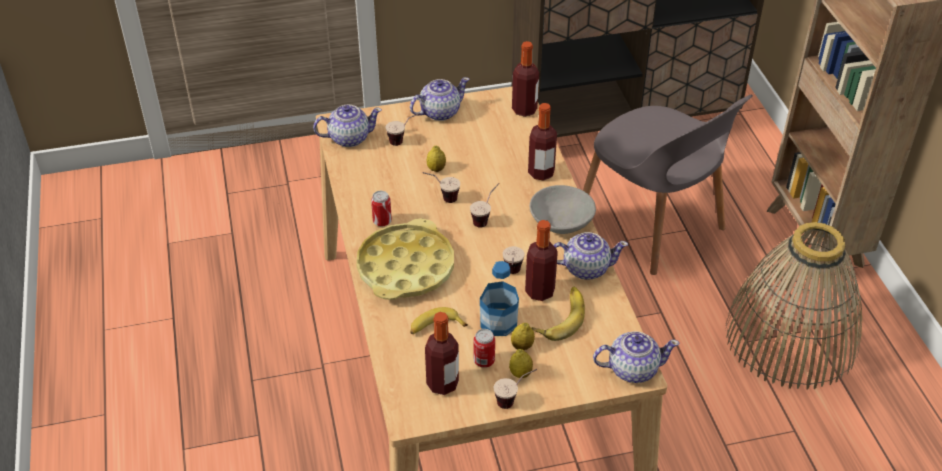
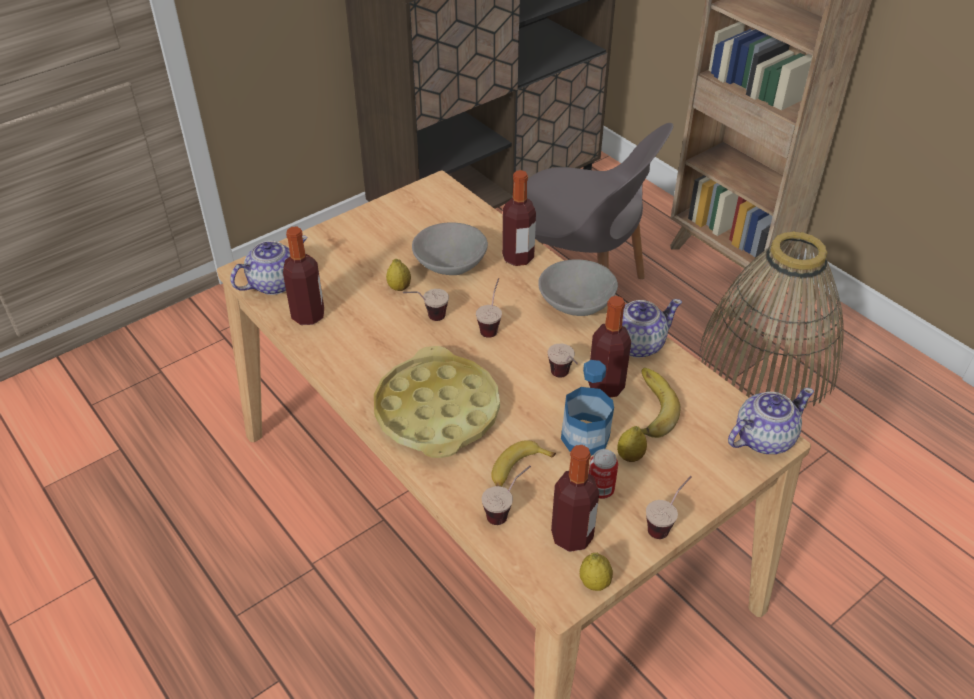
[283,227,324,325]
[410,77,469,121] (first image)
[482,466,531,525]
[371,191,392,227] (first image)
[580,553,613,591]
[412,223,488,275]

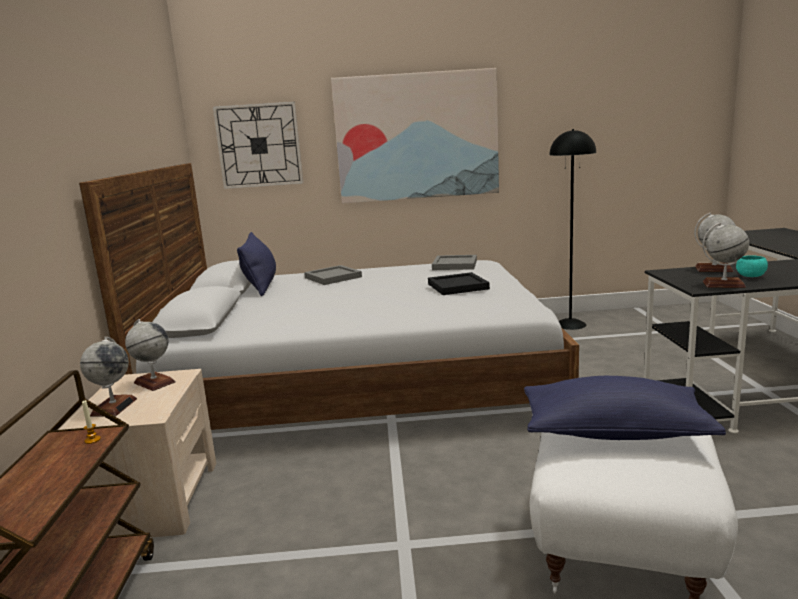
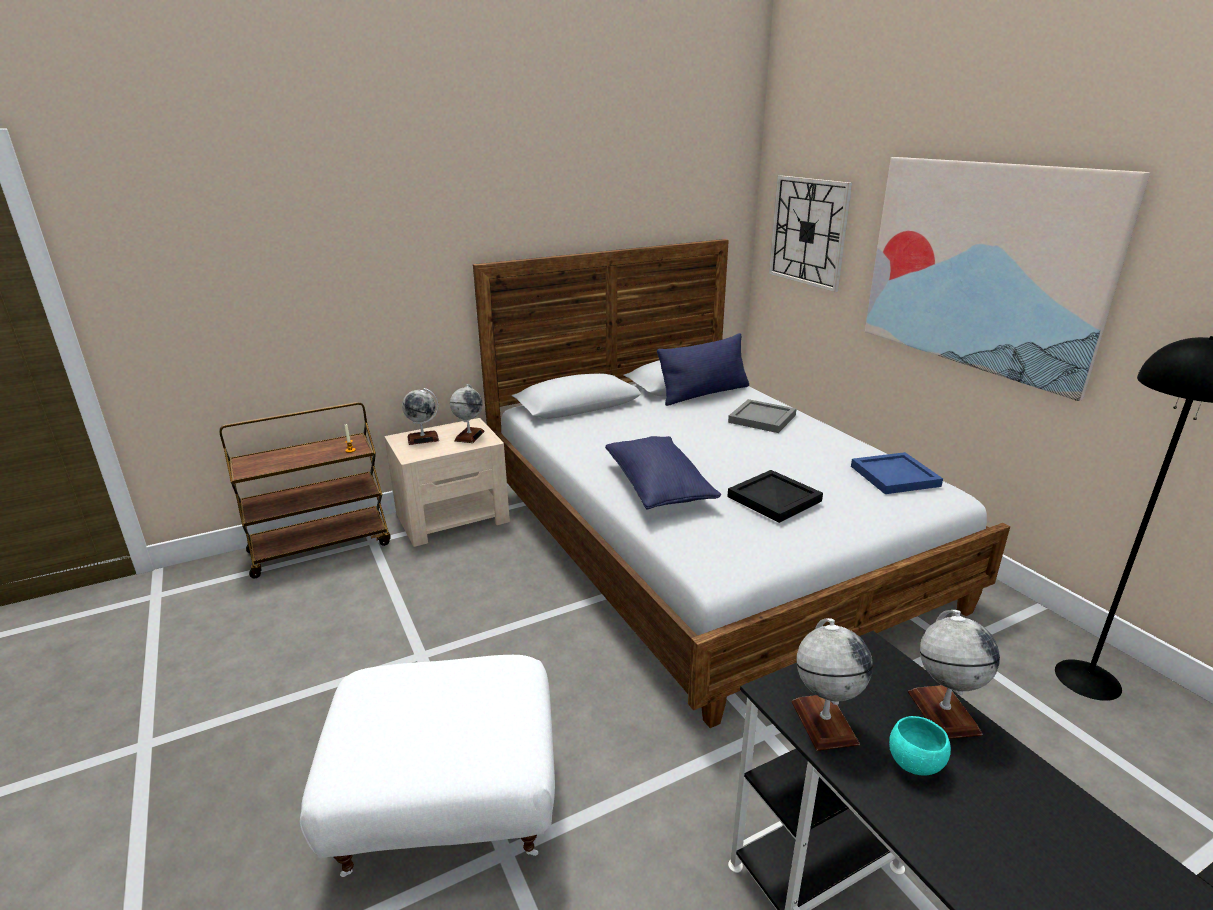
[851,452,943,494]
[605,436,721,510]

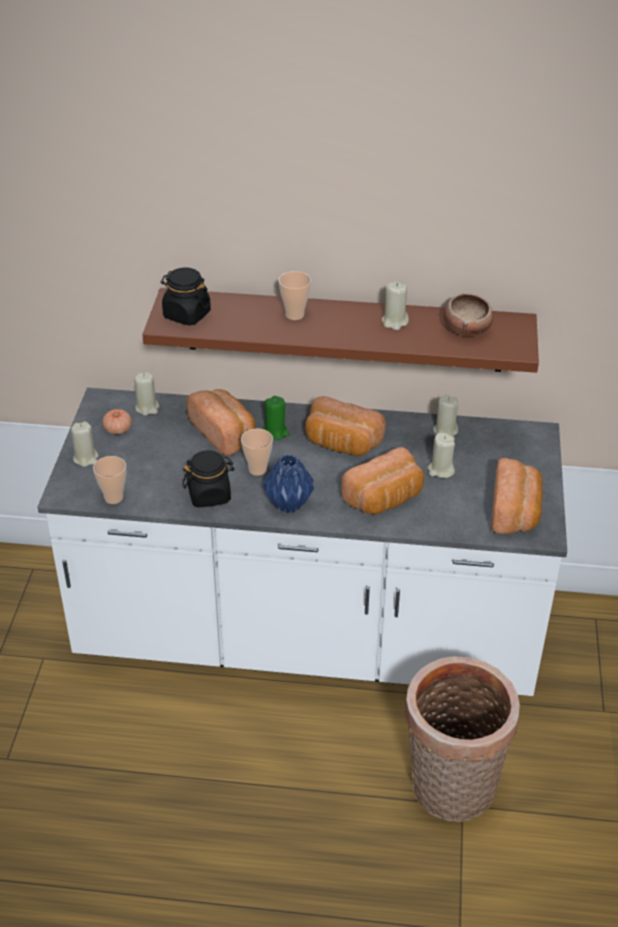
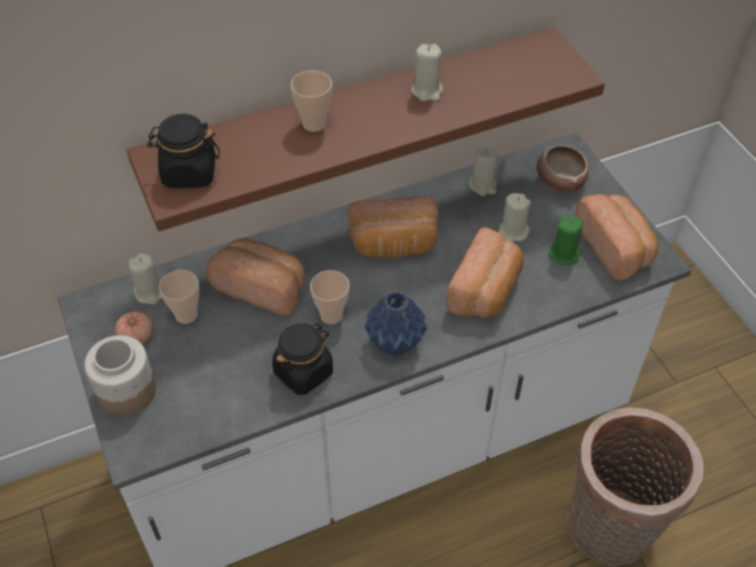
[537,145,589,192]
[548,216,583,265]
[84,335,156,416]
[159,270,199,324]

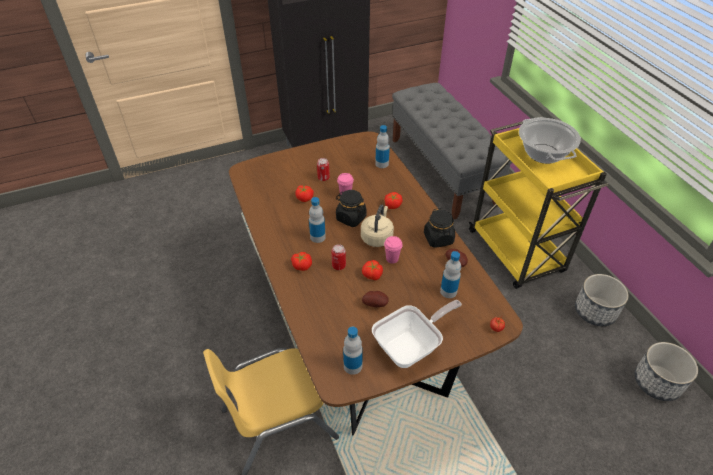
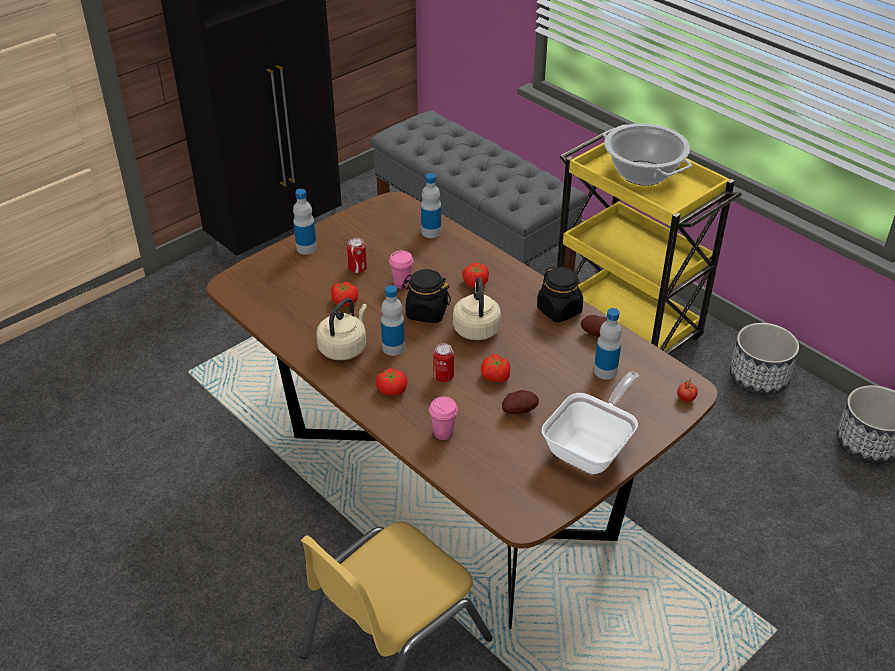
[429,396,458,440]
[293,189,317,255]
[316,298,367,360]

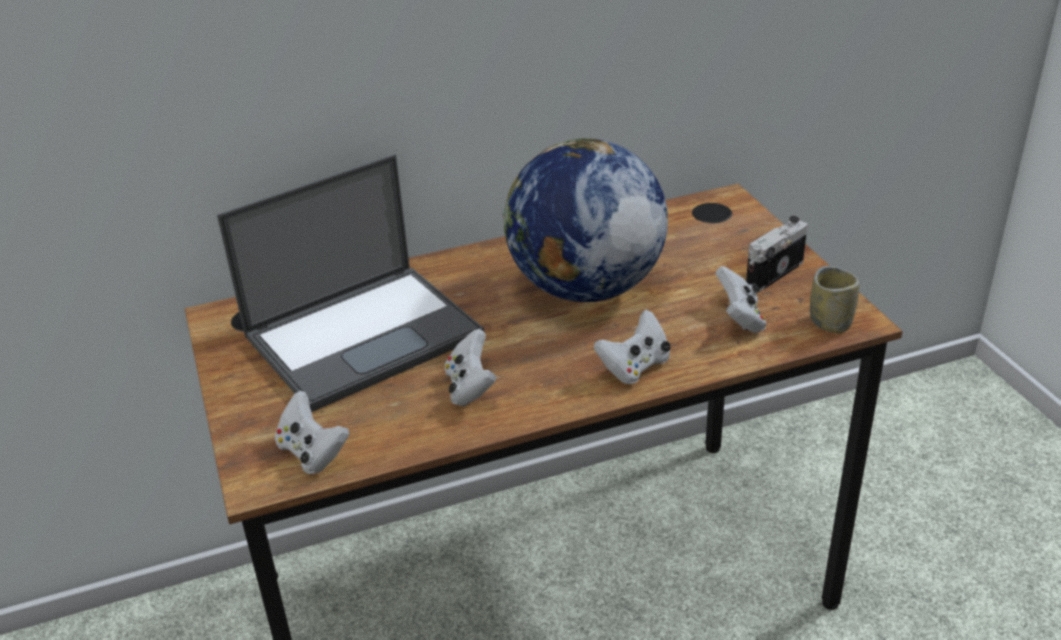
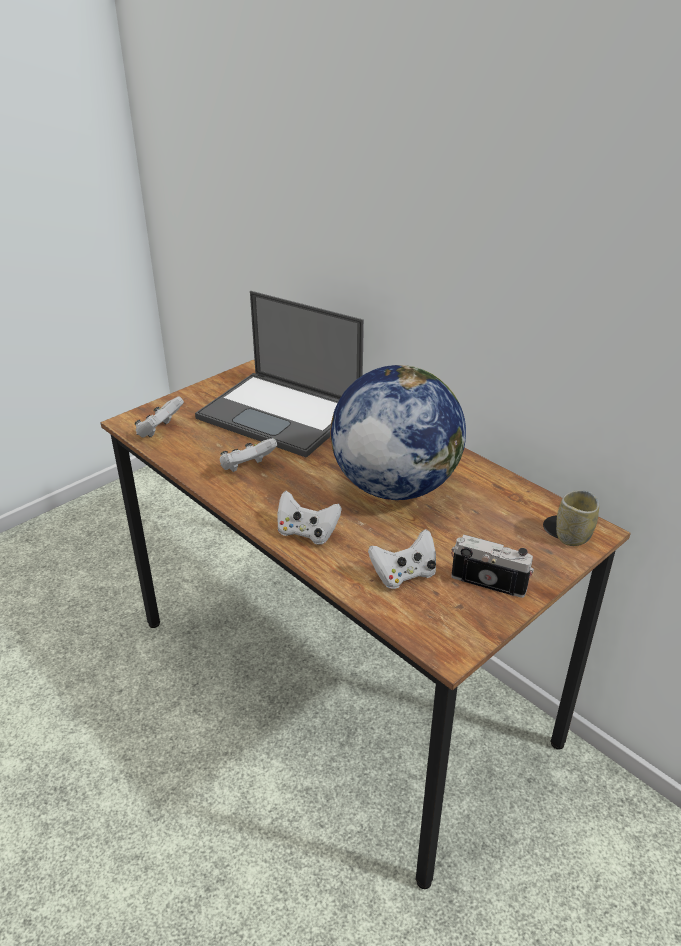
[556,490,599,546]

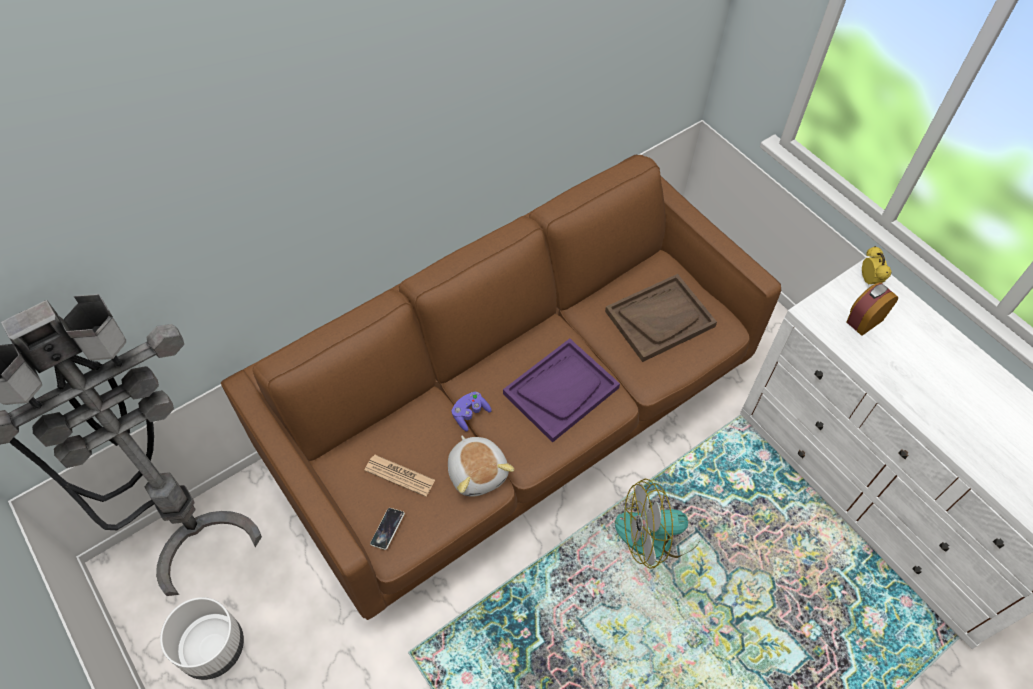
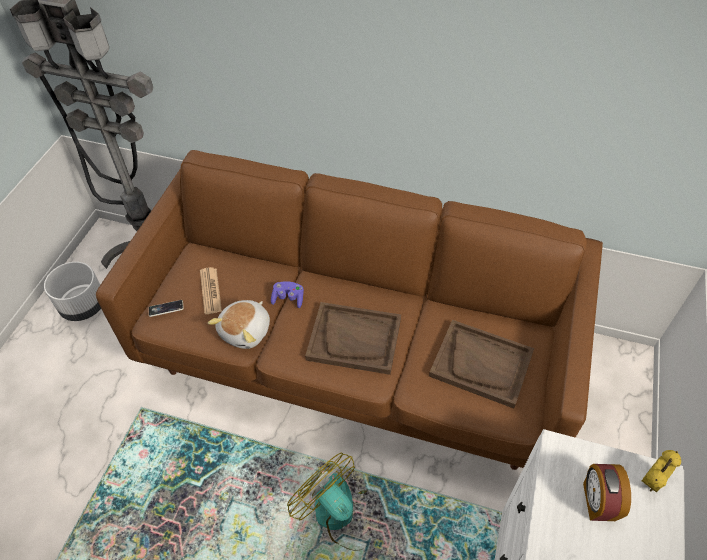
[583,464,631,521]
[305,302,401,375]

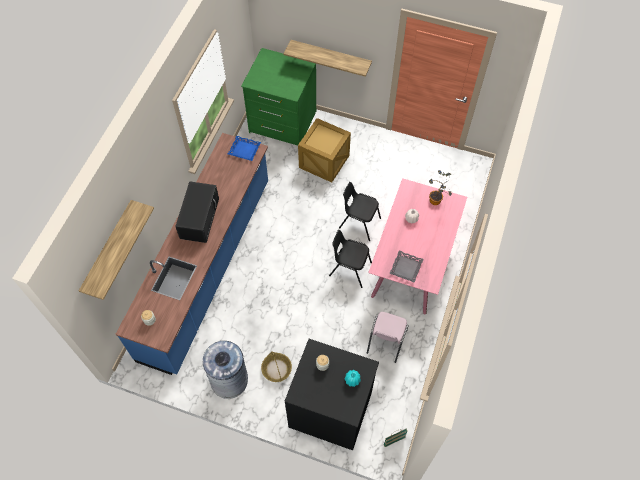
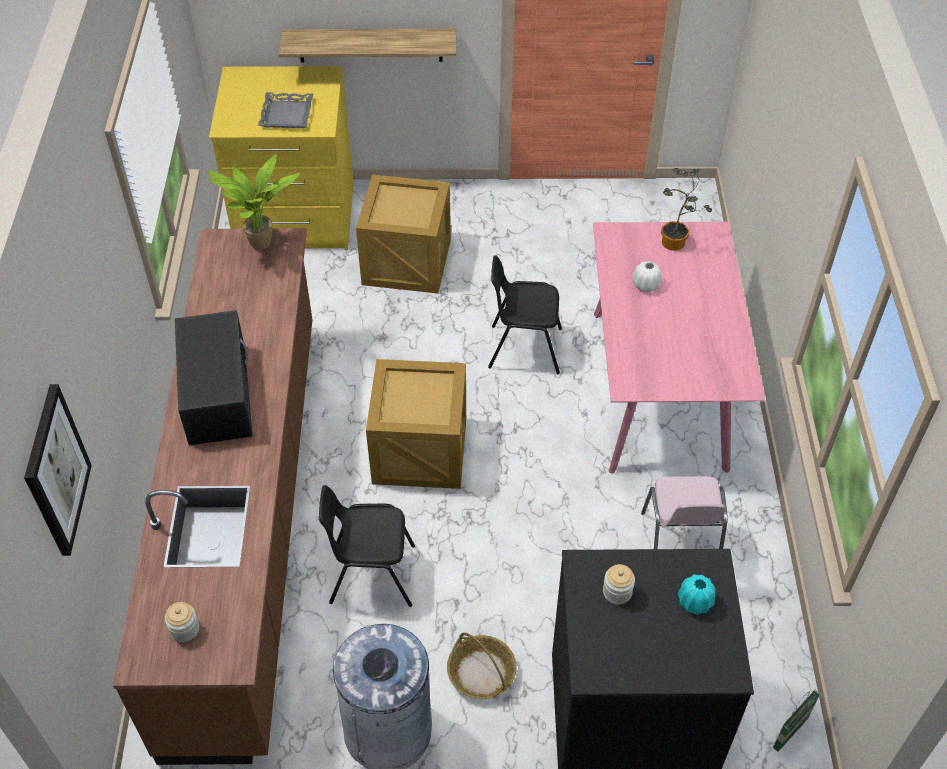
[209,66,354,251]
[113,228,312,765]
[207,153,300,250]
[24,384,92,556]
[319,485,415,607]
[258,92,313,128]
[366,359,466,489]

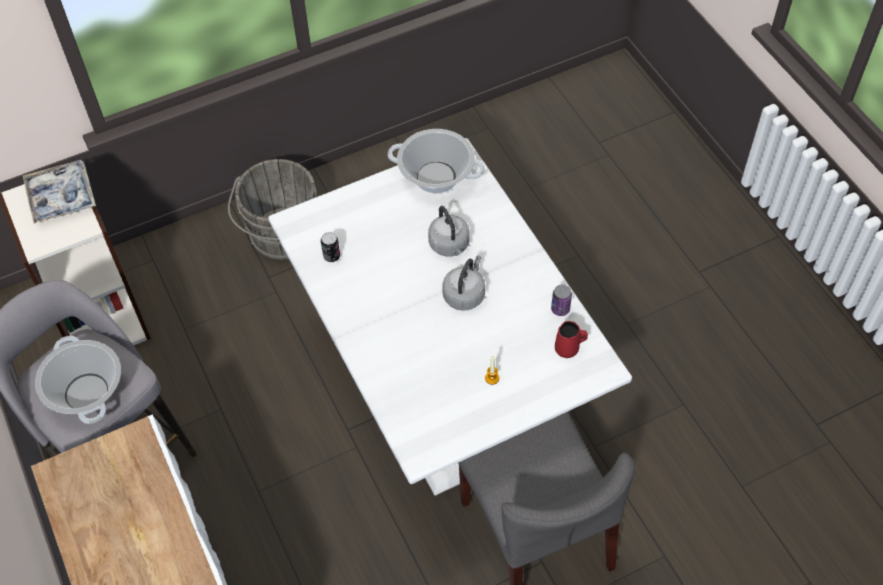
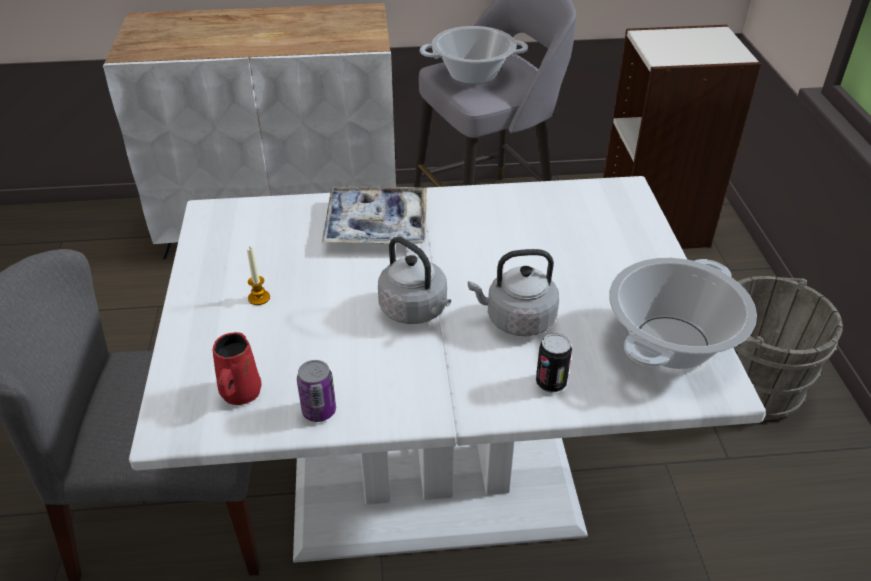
[322,186,427,244]
[536,333,572,392]

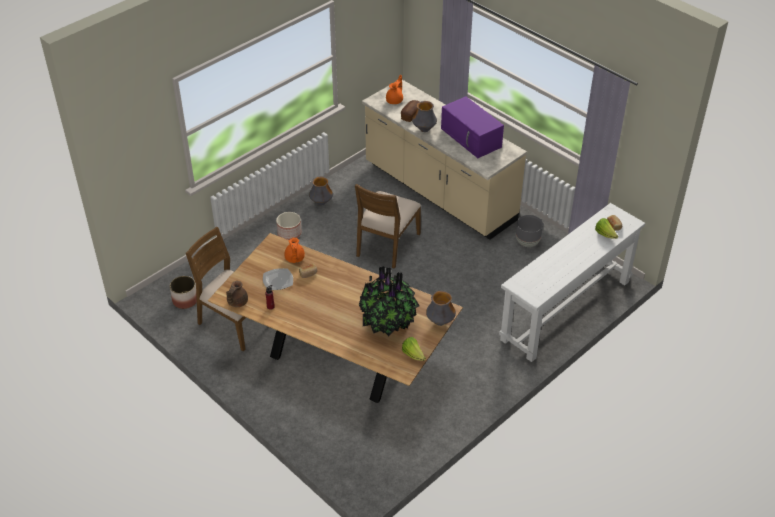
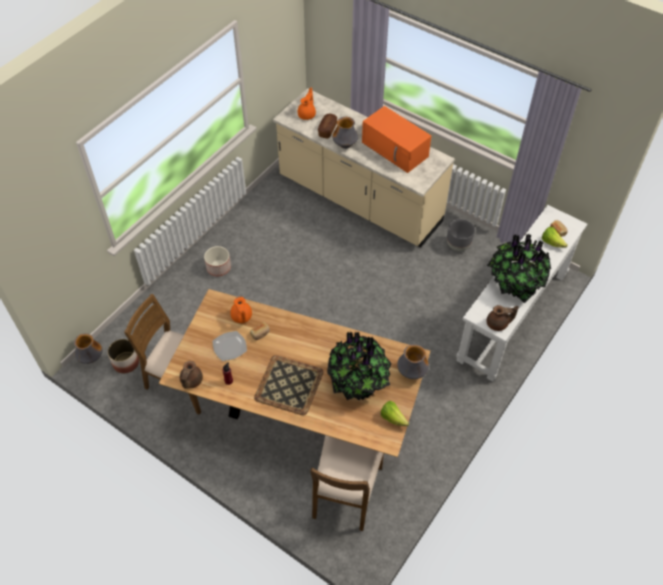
[362,106,431,173]
[74,333,103,364]
[310,435,384,531]
[487,234,551,303]
[486,305,519,331]
[254,355,323,415]

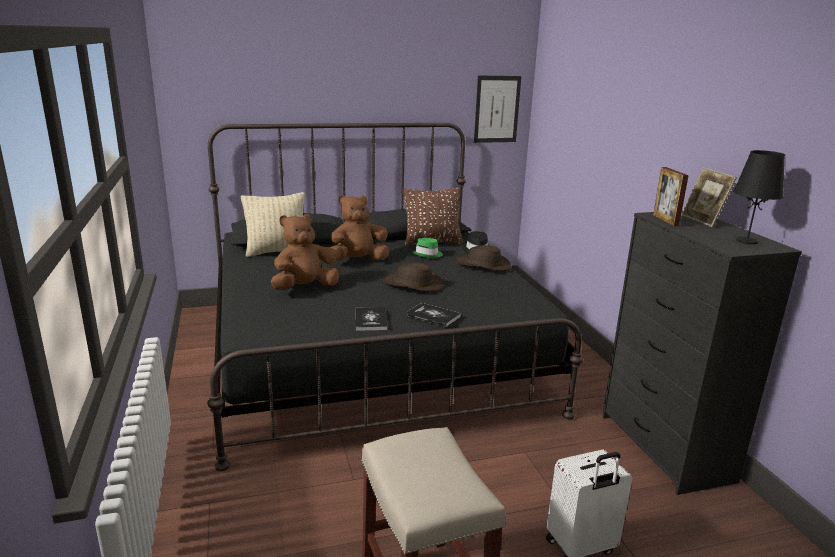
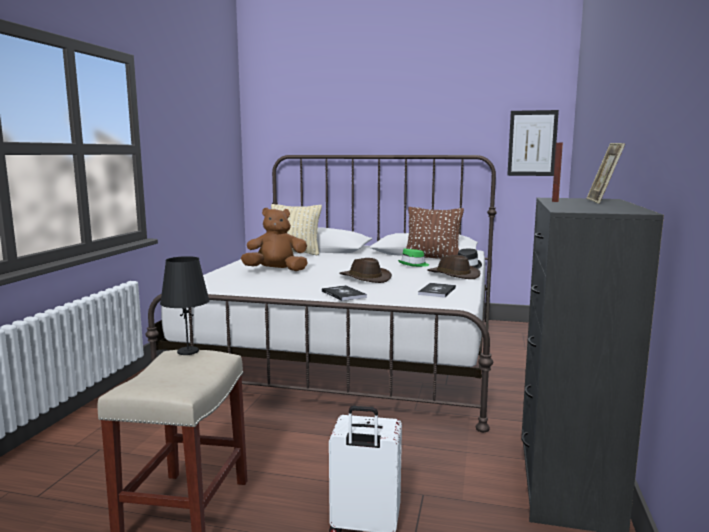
[145,155,497,432]
[160,256,210,355]
[330,195,390,260] (first image)
[418,283,456,298]

